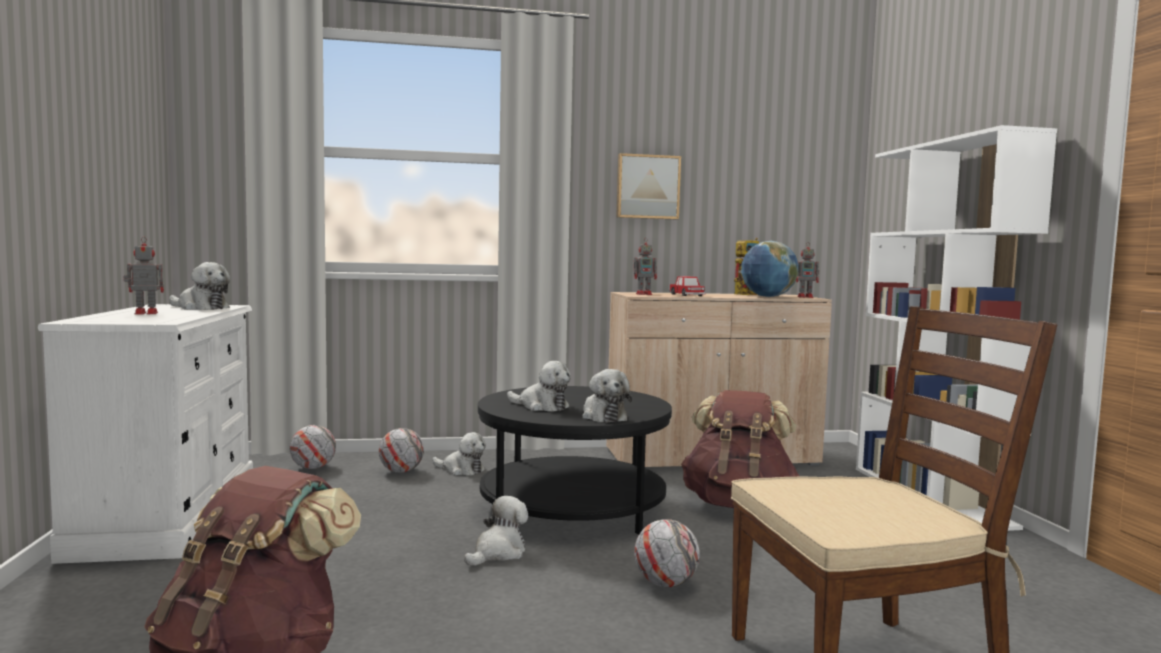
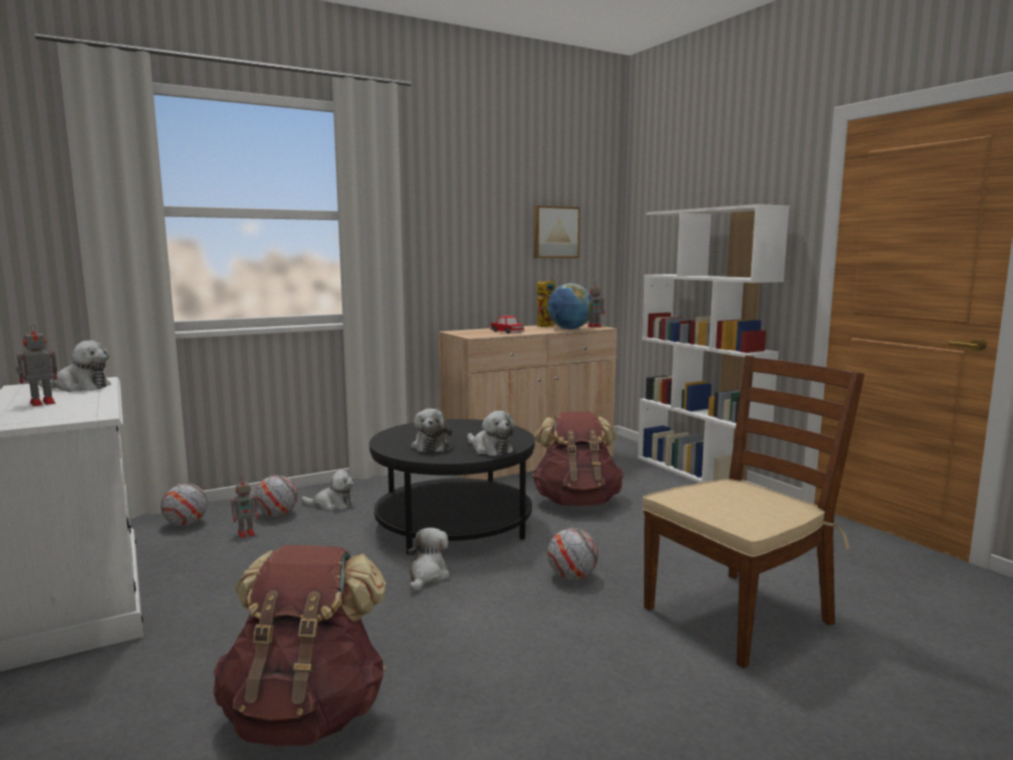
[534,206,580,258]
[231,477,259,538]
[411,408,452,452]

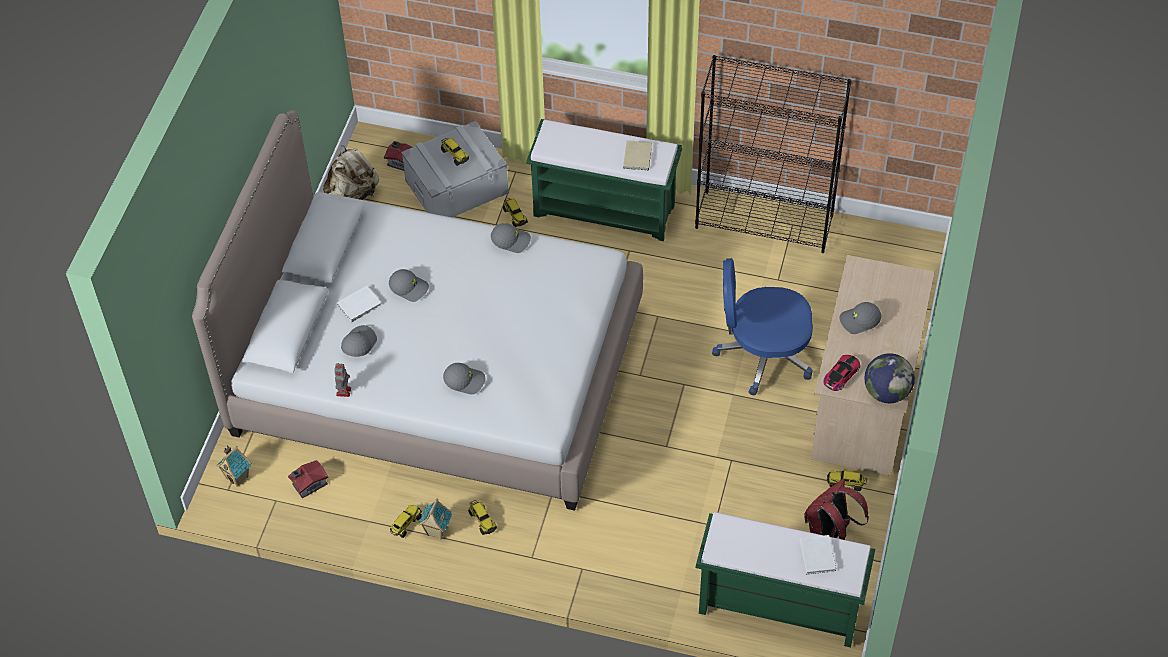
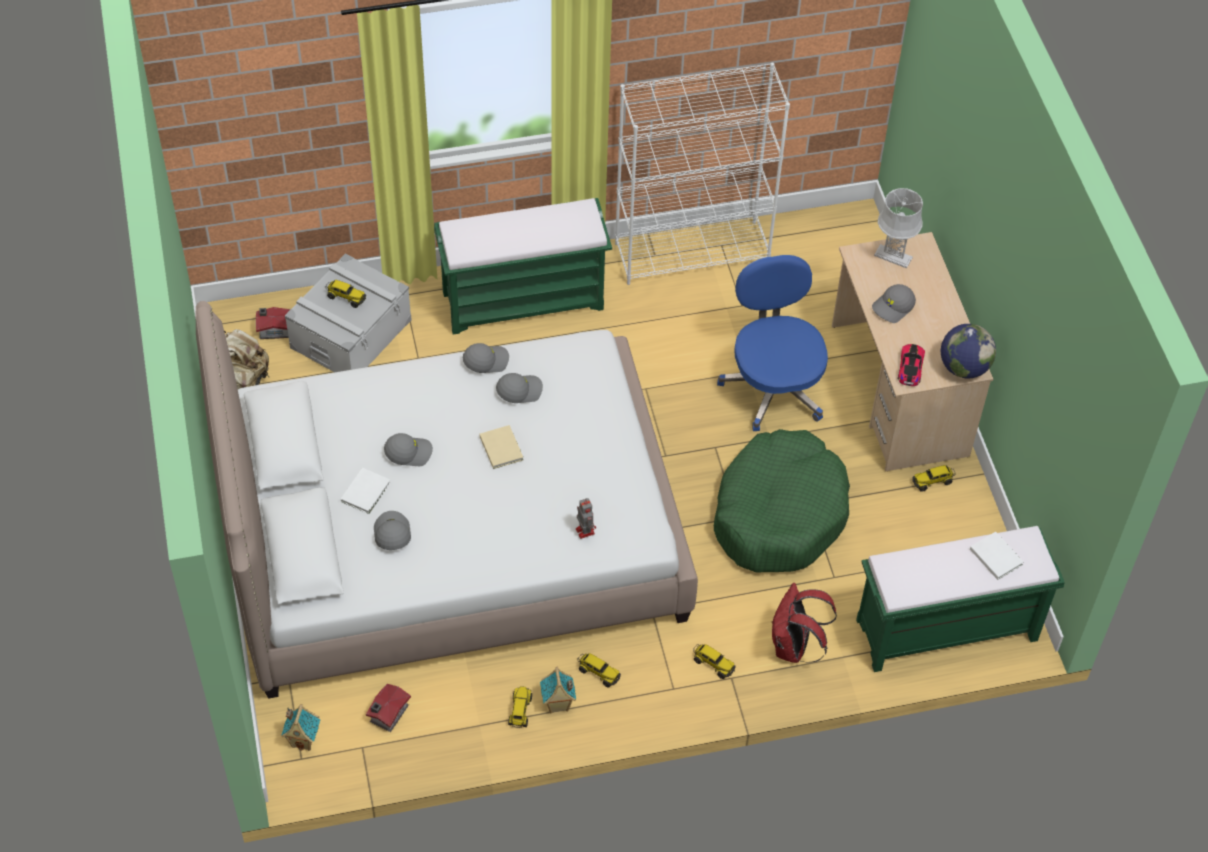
[615,63,790,285]
[479,425,523,469]
[693,644,736,679]
[717,255,828,431]
[576,498,596,539]
[496,373,543,403]
[772,583,837,663]
[874,188,923,268]
[714,429,850,573]

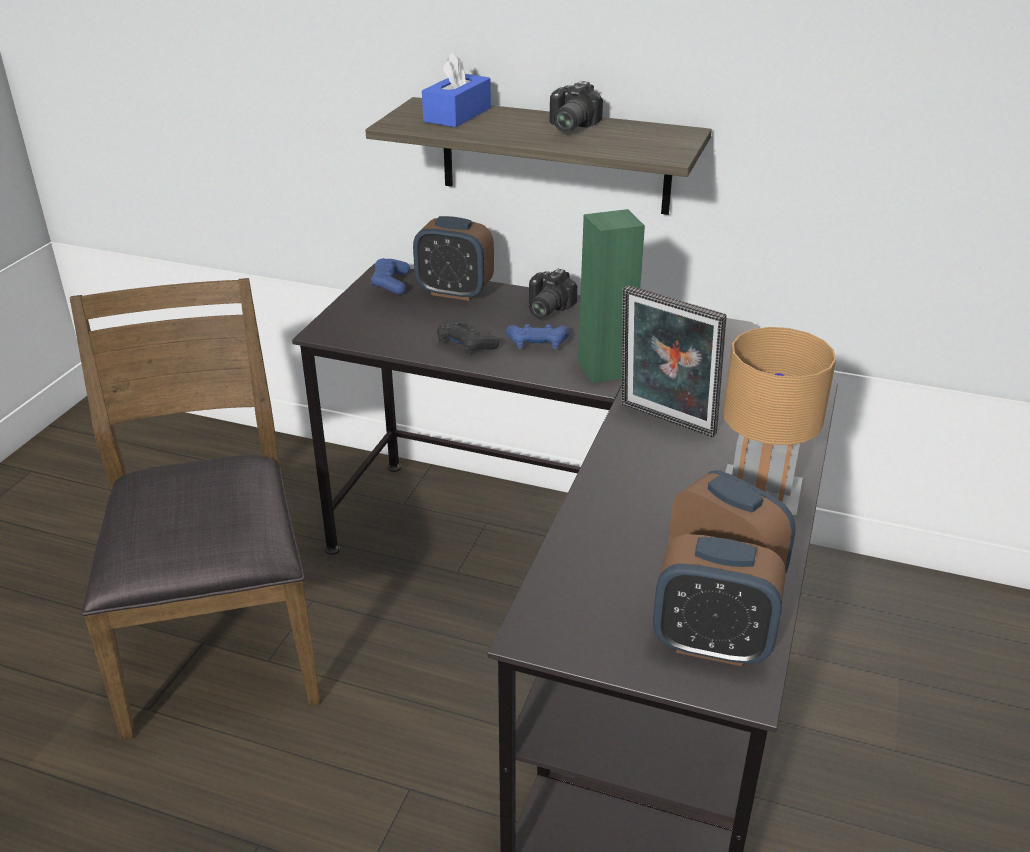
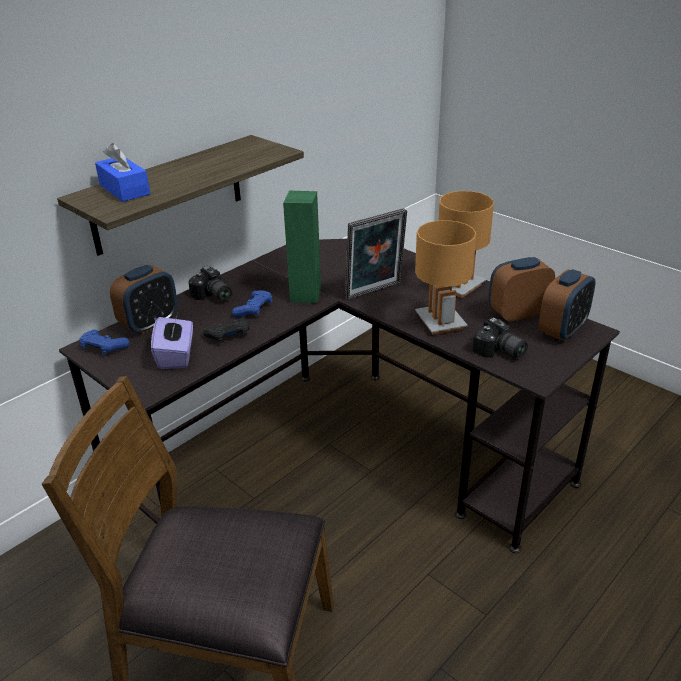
[472,317,528,358]
[415,220,476,335]
[151,313,193,369]

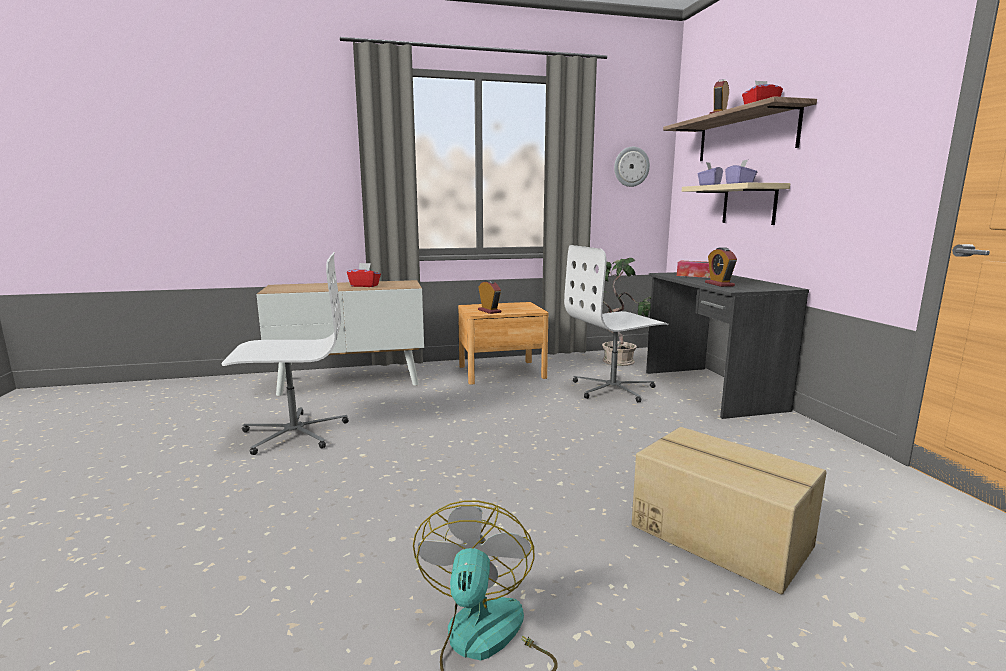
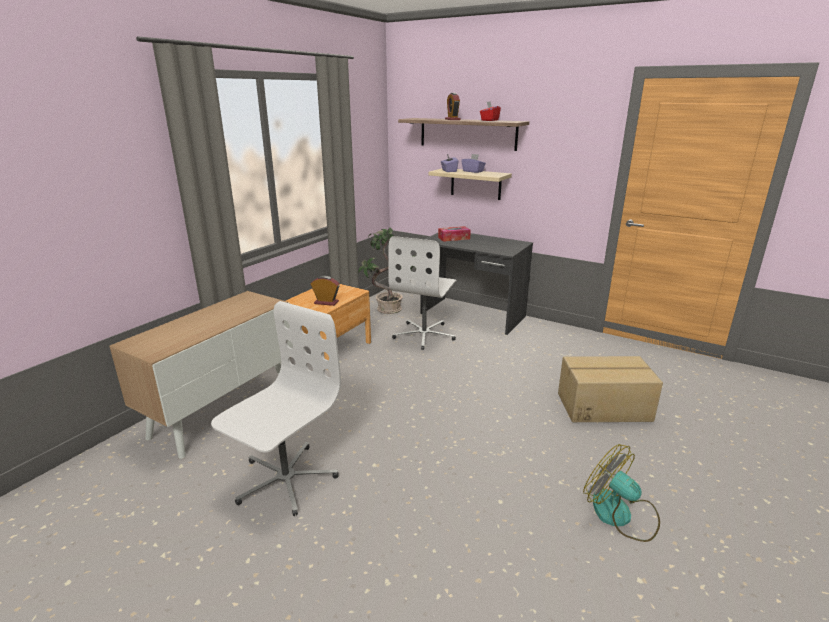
[614,147,650,187] (first image)
[705,247,737,287] (first image)
[347,263,381,287] (first image)

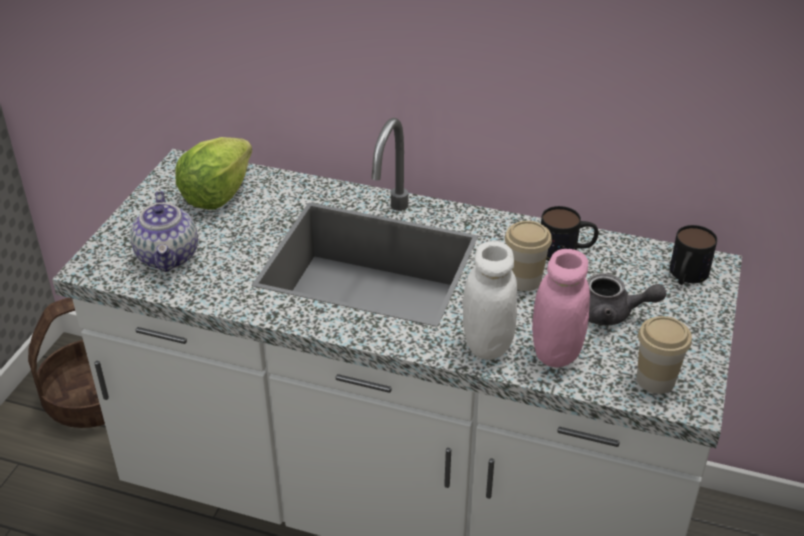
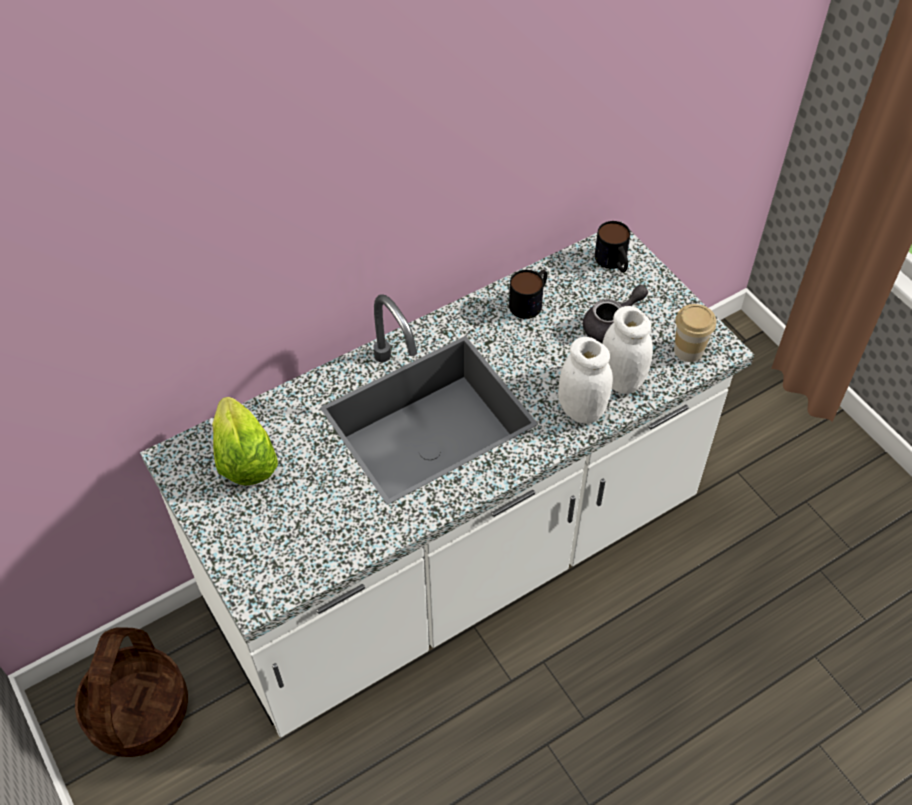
[130,191,198,272] (first image)
[505,221,552,291] (first image)
[602,306,653,394]

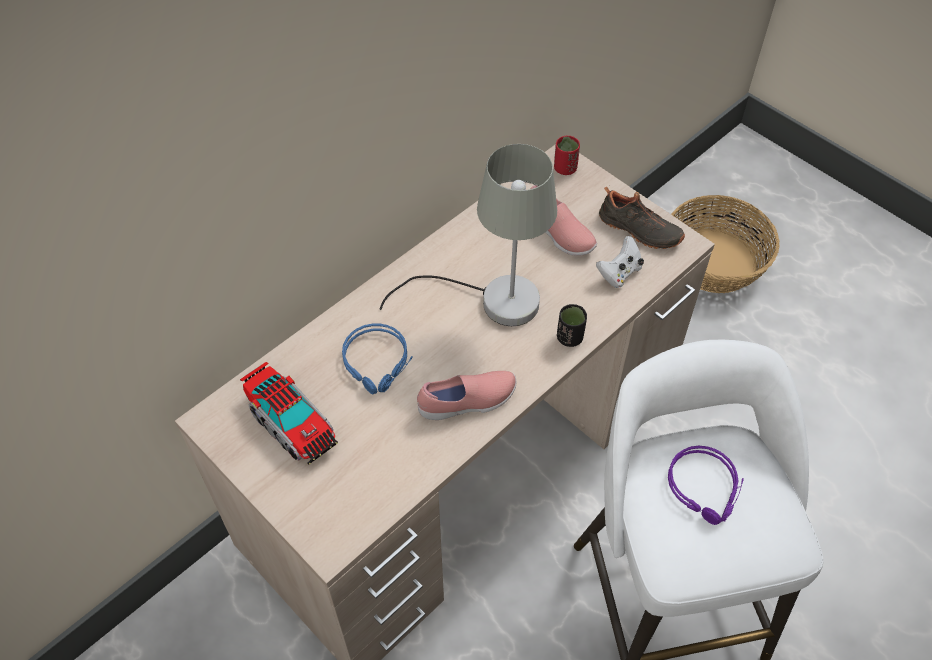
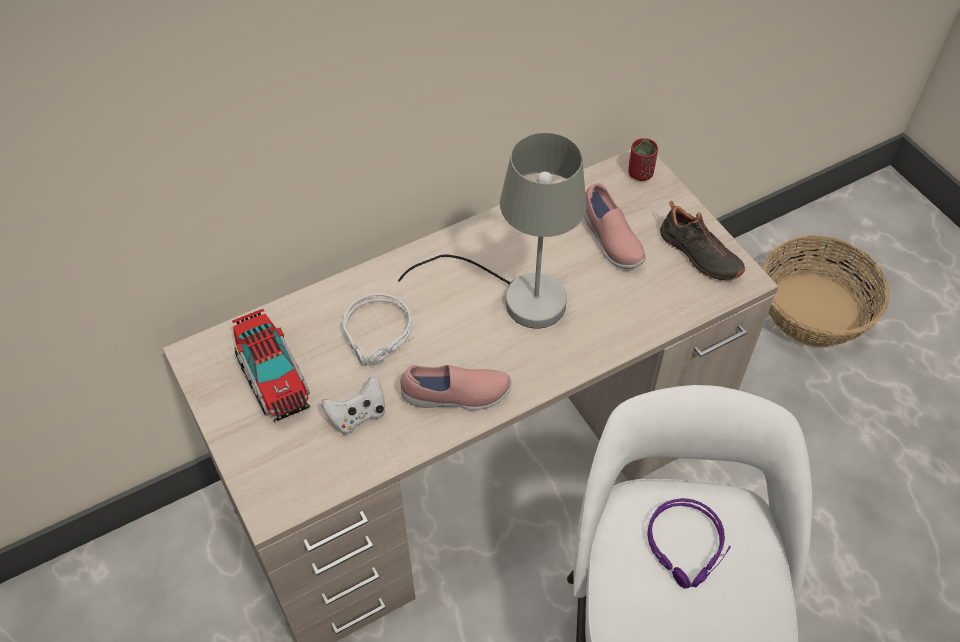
[321,375,385,434]
[557,304,587,347] (first image)
[343,293,414,366]

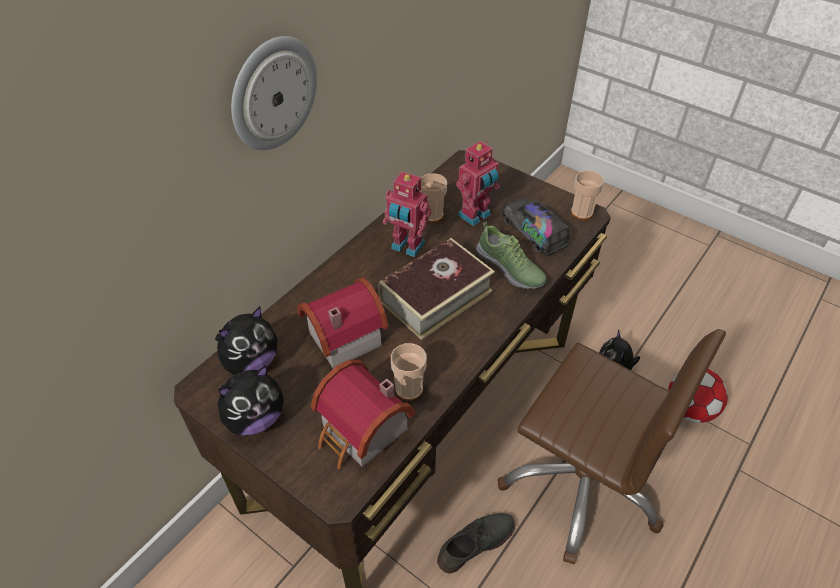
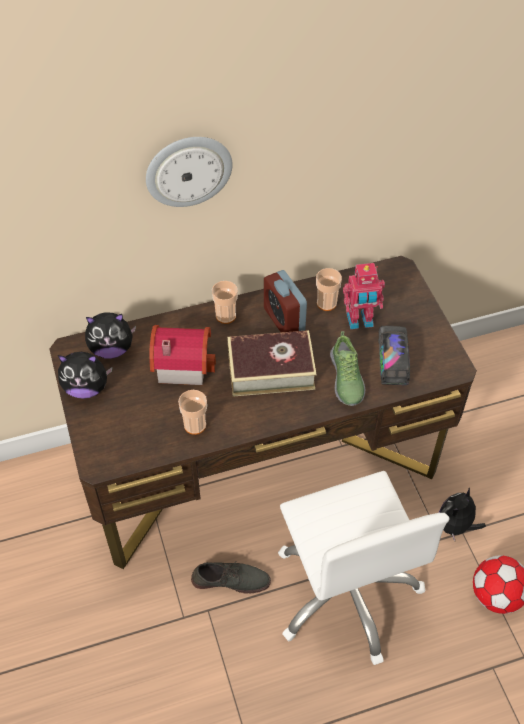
[212,281,238,324]
[264,270,307,332]
[278,471,450,665]
[311,359,416,470] (first image)

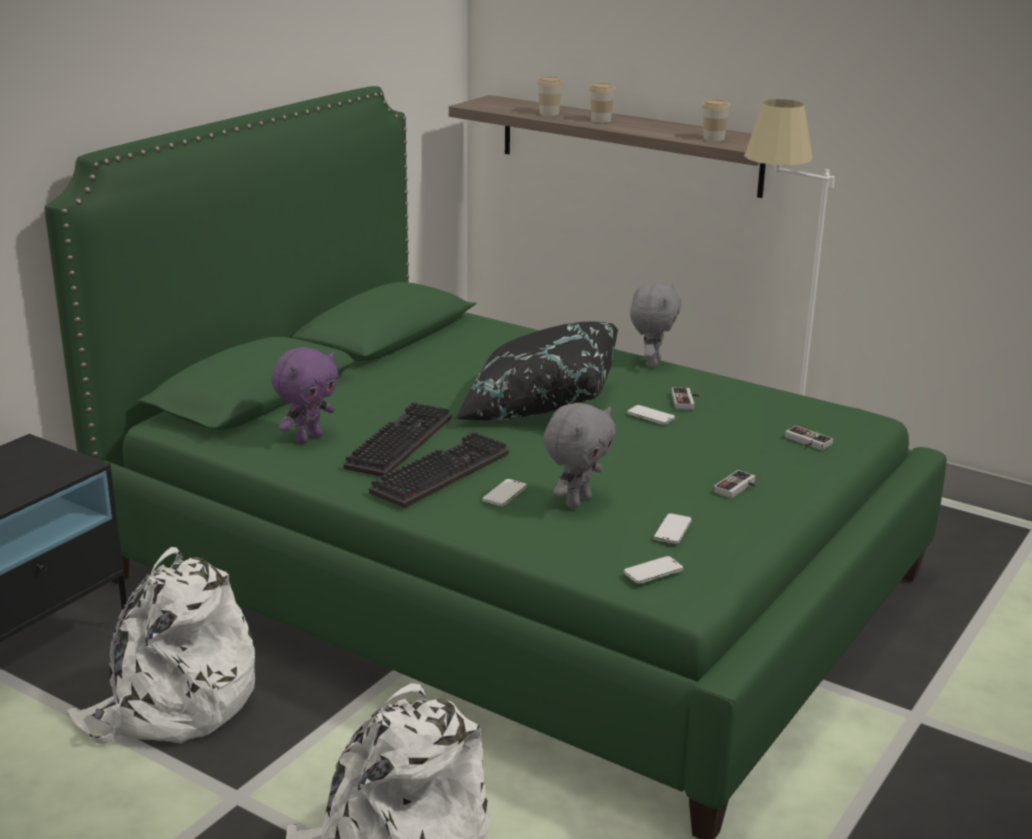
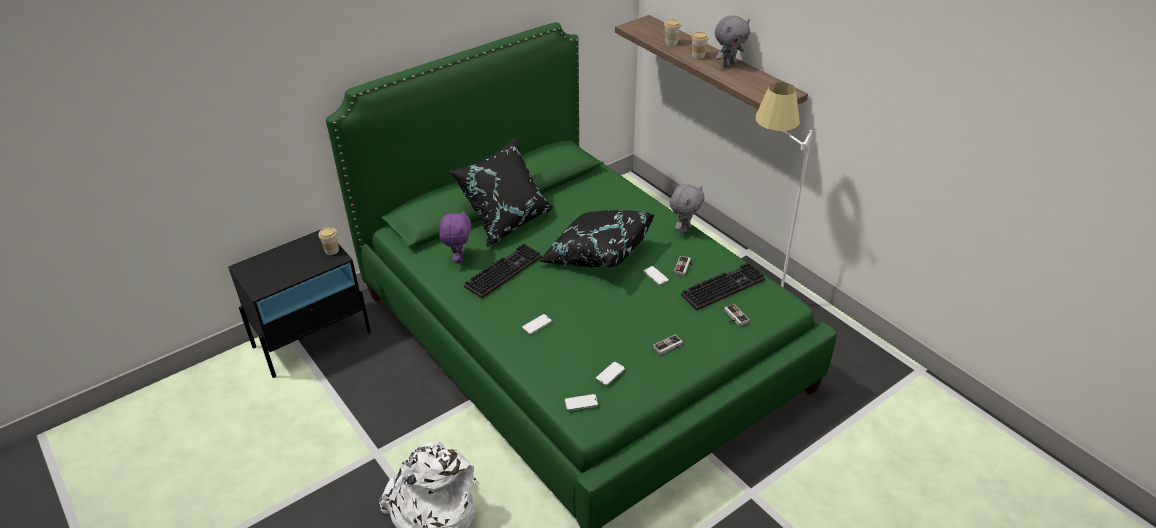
[319,227,339,255]
[439,210,471,264]
[715,15,750,67]
[681,262,765,310]
[67,547,255,744] (first image)
[448,138,553,247]

